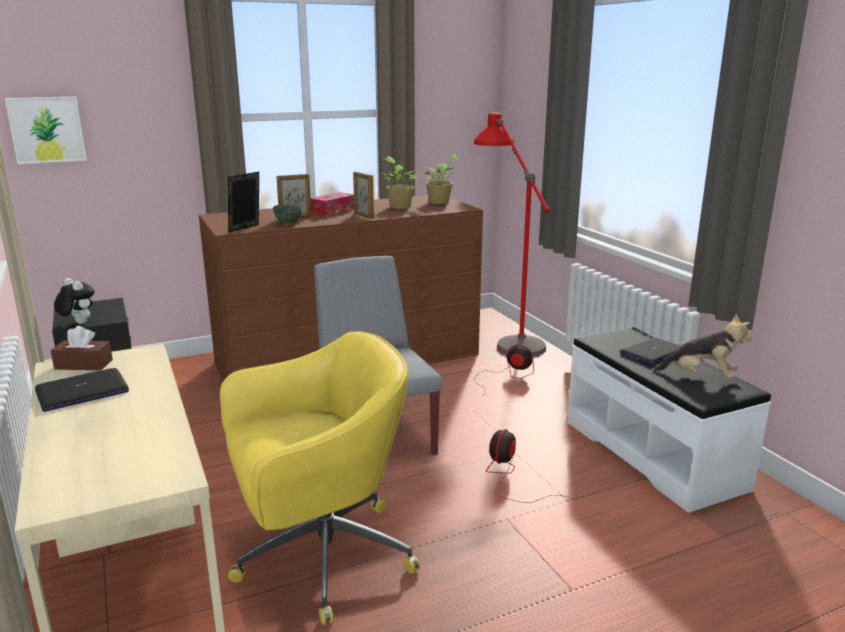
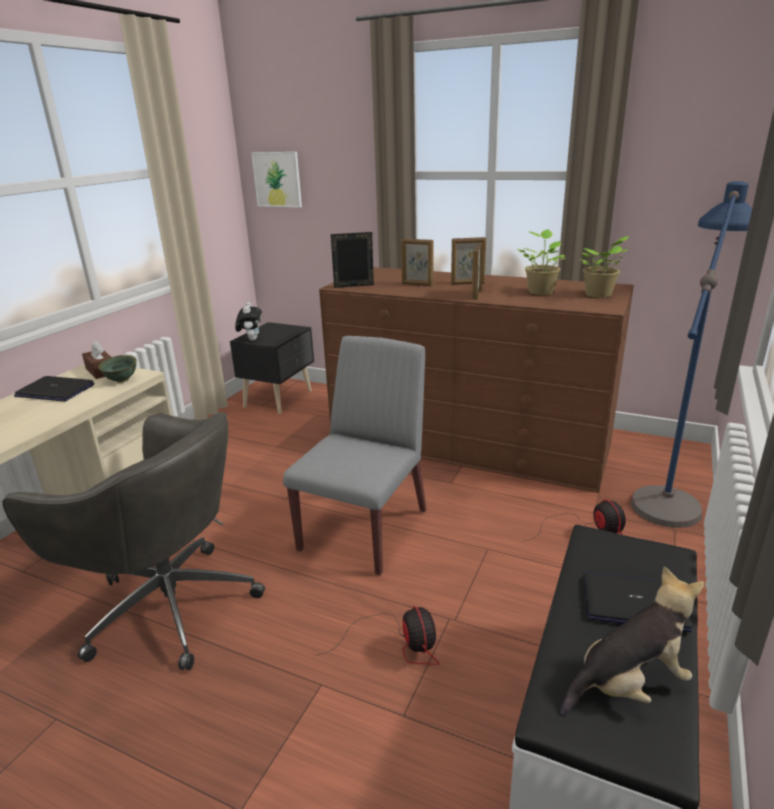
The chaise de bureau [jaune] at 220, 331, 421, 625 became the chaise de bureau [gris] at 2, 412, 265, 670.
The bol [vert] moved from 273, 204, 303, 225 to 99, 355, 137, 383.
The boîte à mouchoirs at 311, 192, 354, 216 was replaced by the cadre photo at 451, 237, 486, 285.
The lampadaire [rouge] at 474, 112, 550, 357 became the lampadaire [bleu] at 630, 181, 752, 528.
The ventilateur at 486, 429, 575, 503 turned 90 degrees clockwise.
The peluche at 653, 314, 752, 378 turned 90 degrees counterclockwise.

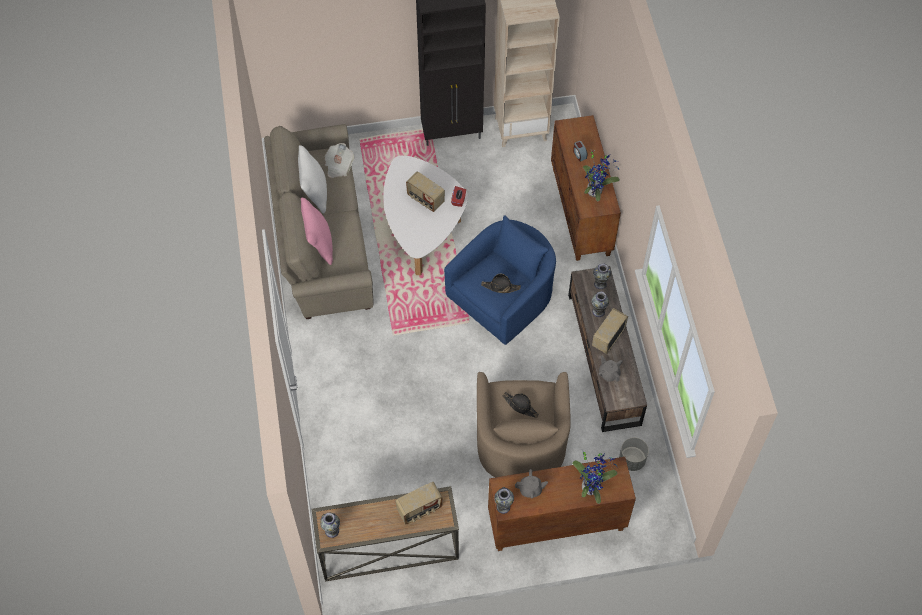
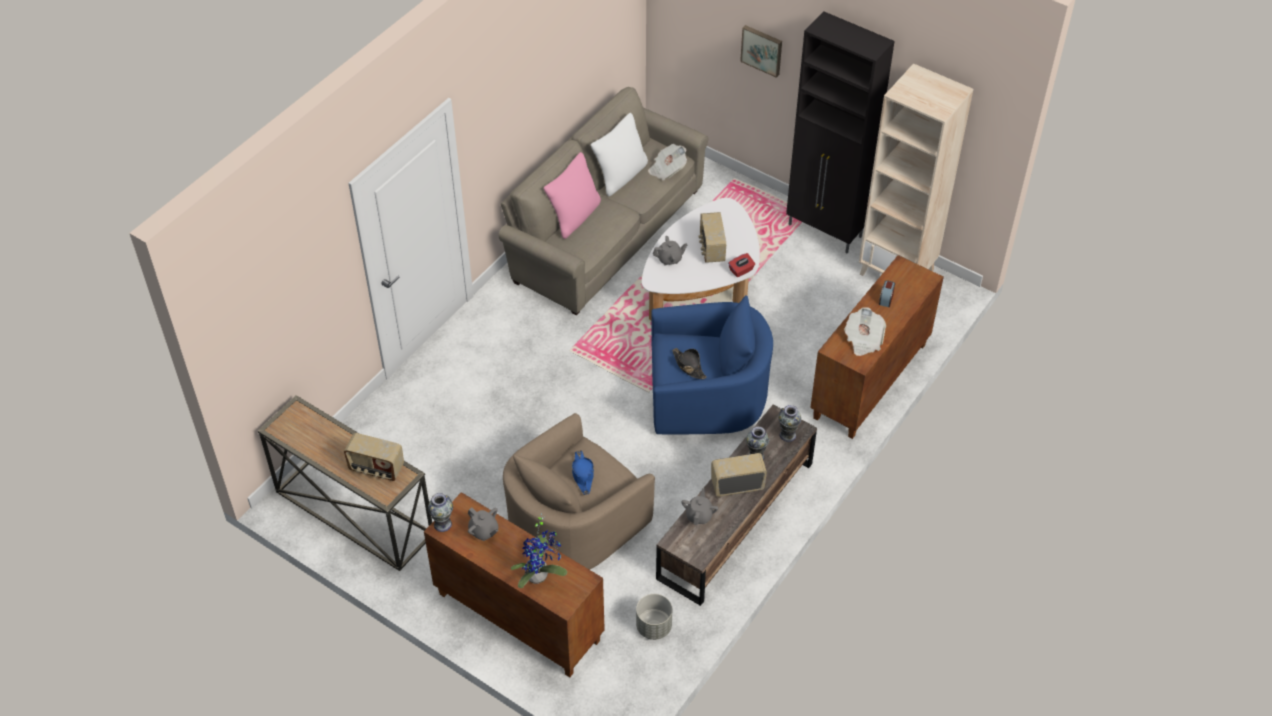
The vase at 320, 513, 340, 538 disappeared.
The chapeau [noir] at 503, 392, 539, 418 became the chapeau [bleu] at 572, 450, 594, 495.
The plante en pot at 583, 152, 620, 201 was replaced by the journal at 844, 307, 886, 356.
The théière [gris] at 653, 236, 687, 266 appeared.
The tableau at 740, 25, 782, 78 appeared.

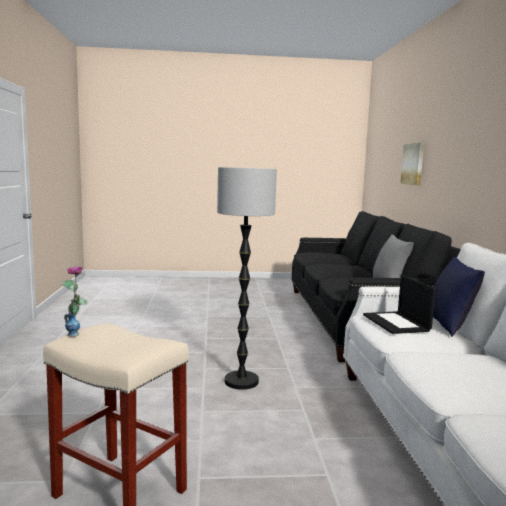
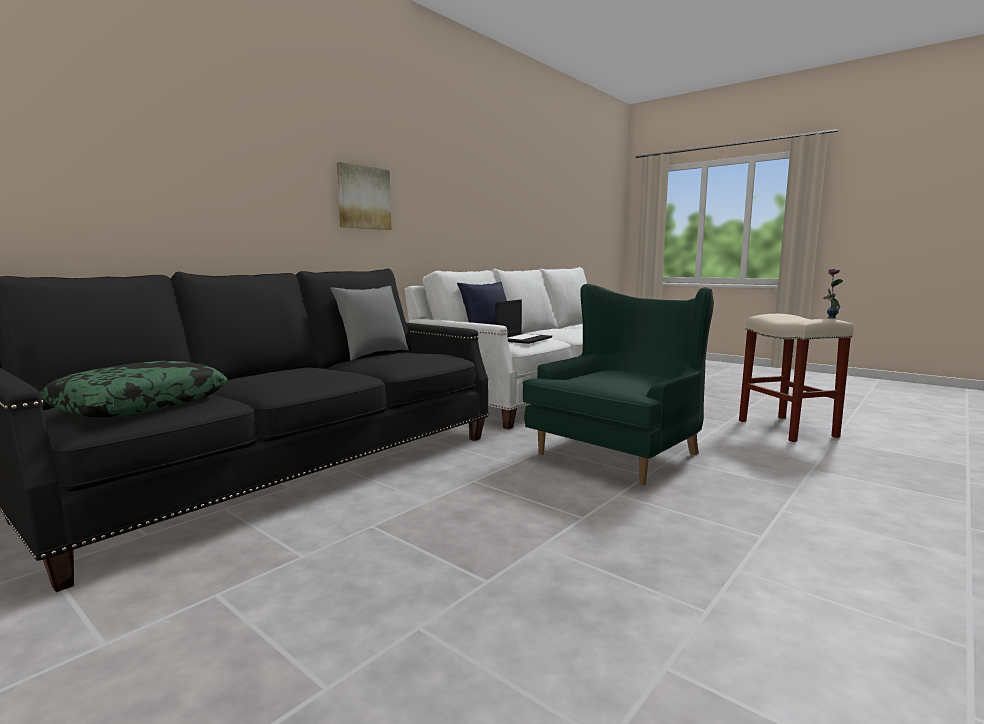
The lampadaire at 217, 167, 277, 390 was replaced by the fauteuil [vert] at 523, 284, 714, 485.
The tableau moved from 400, 142, 424, 185 to 337, 162, 391, 230.
The coussin at 40, 361, 228, 417 appeared.

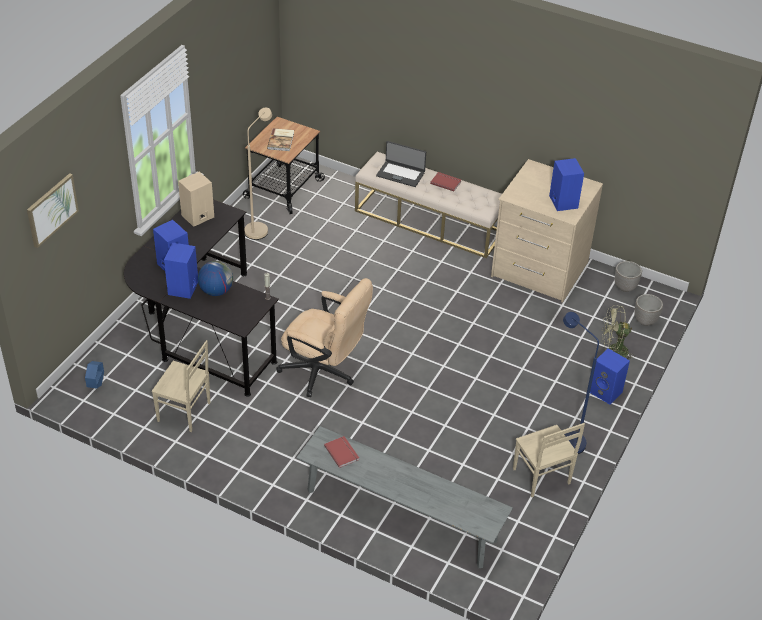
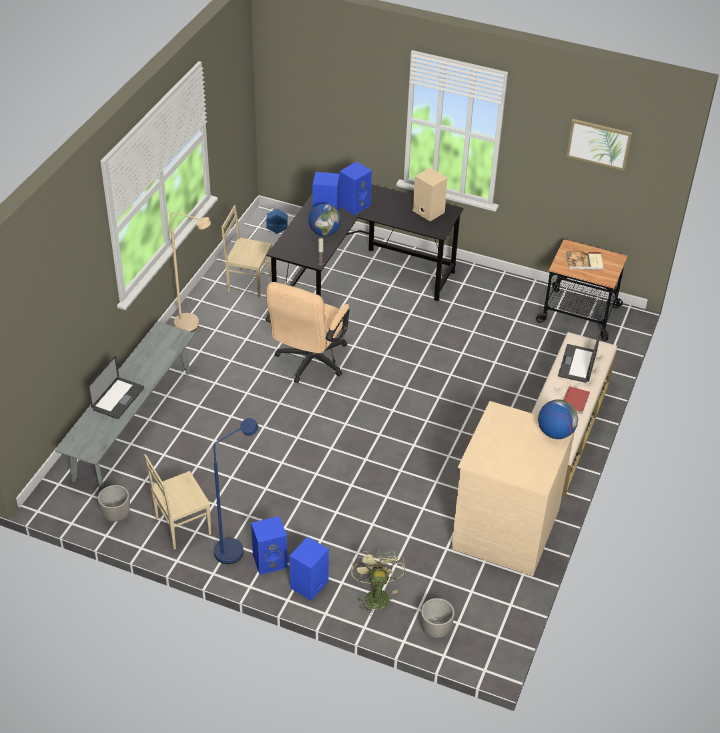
The tableau moved from 27, 173, 79, 248 to 566, 119, 632, 171.
The chaise [beige] at 152, 340, 210, 432 turned 90 degrees clockwise.
The lampadaire [beige] moved from 244, 107, 272, 240 to 170, 212, 211, 332.
The livre [rouge] at 324, 436, 359, 468 disappeared.
The enceinte [bleu] moved from 549, 158, 584, 211 to 251, 516, 288, 575.
The cache-pot moved from 615, 261, 642, 292 to 98, 485, 130, 522.
The ordinateur portable at 88, 356, 144, 419 appeared.
The globe at 538, 399, 578, 439 appeared.

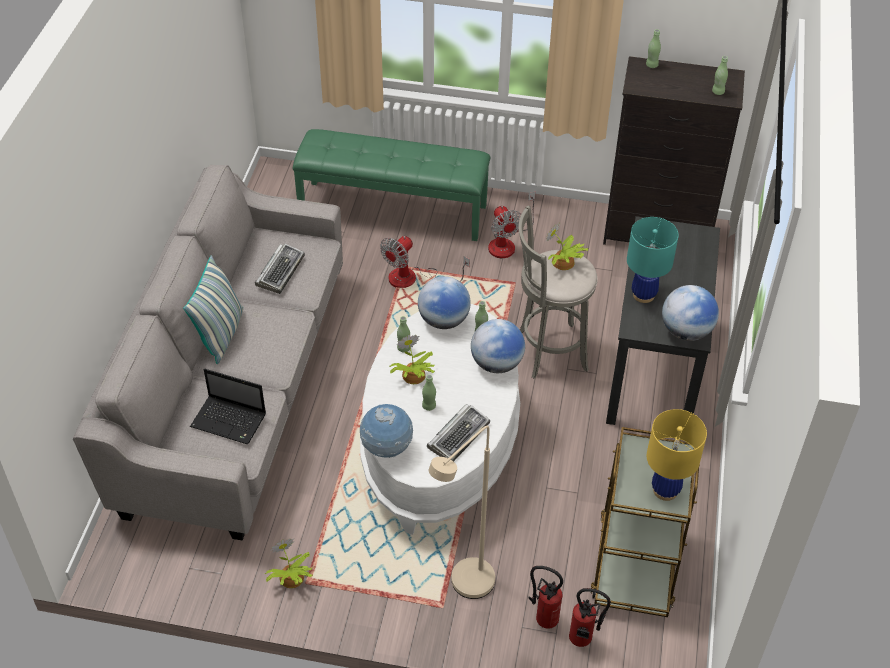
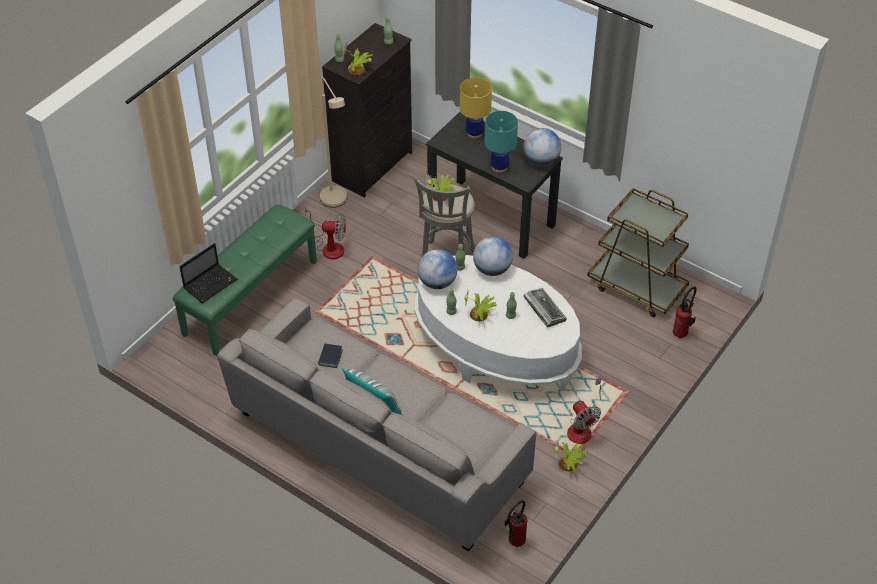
The ordinateur portable moved from 190, 369, 266, 445 to 179, 243, 237, 303.
The clavier at 255, 244, 305, 294 was replaced by the livre at 318, 344, 343, 368.
The globe at 360, 404, 413, 458 disappeared.
The ventilateur moved from 380, 236, 470, 288 to 567, 377, 602, 444.
The lampadaire [beige] moved from 429, 426, 495, 599 to 320, 77, 347, 208.
The extincteur moved from 529, 566, 563, 629 to 505, 500, 527, 547.
The lampe de table [jaune] moved from 647, 409, 707, 501 to 460, 77, 492, 139.
The plante en pot at 342, 42, 372, 75 appeared.

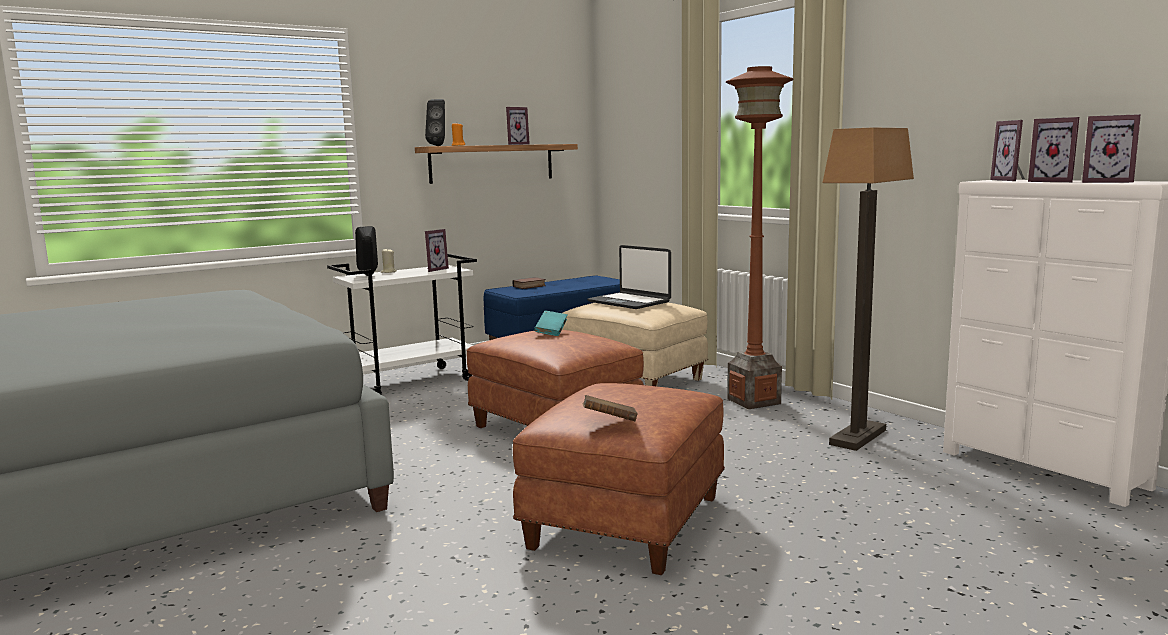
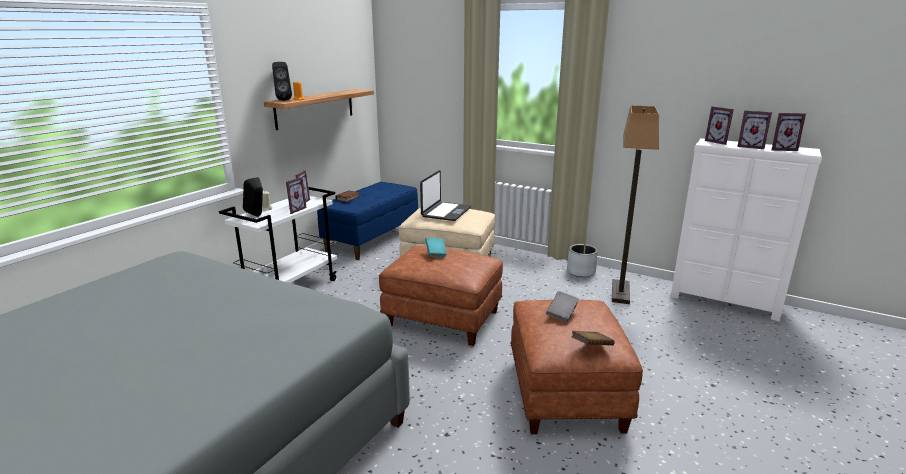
The cadre photo moved from 506, 107, 530, 145 to 286, 177, 307, 214.
The ordinateur portable at 587, 245, 671, 309 turned 90 degrees counterclockwise.
The lampadaire [marron] at 726, 66, 794, 409 disappeared.
The livre [gris] at 546, 291, 579, 322 appeared.
The cache-pot [gris] at 567, 244, 598, 277 appeared.

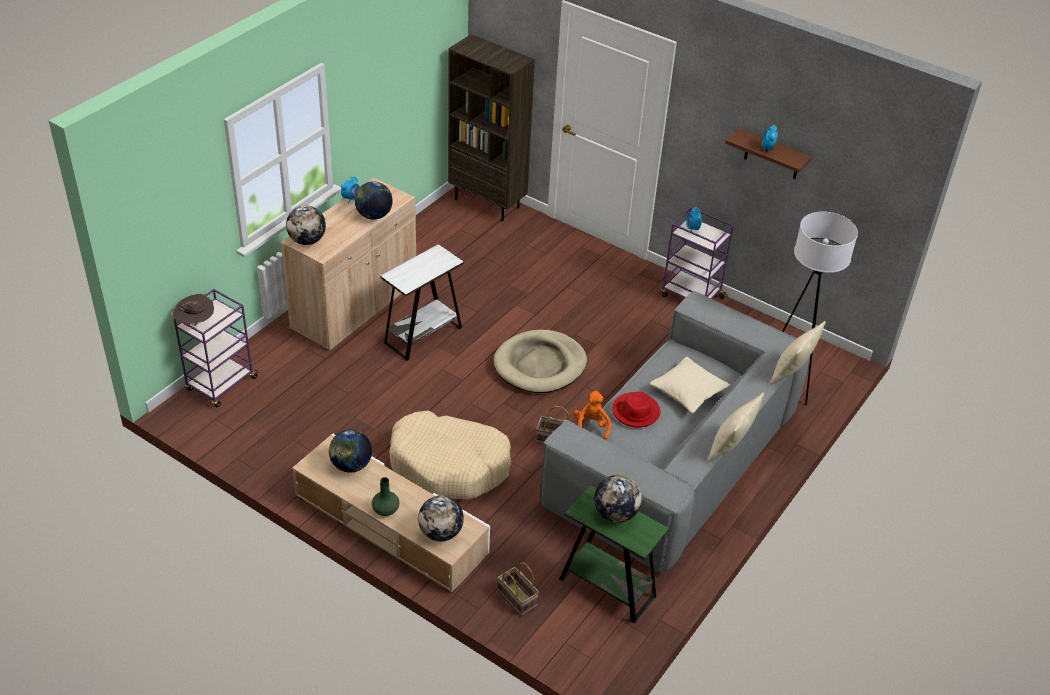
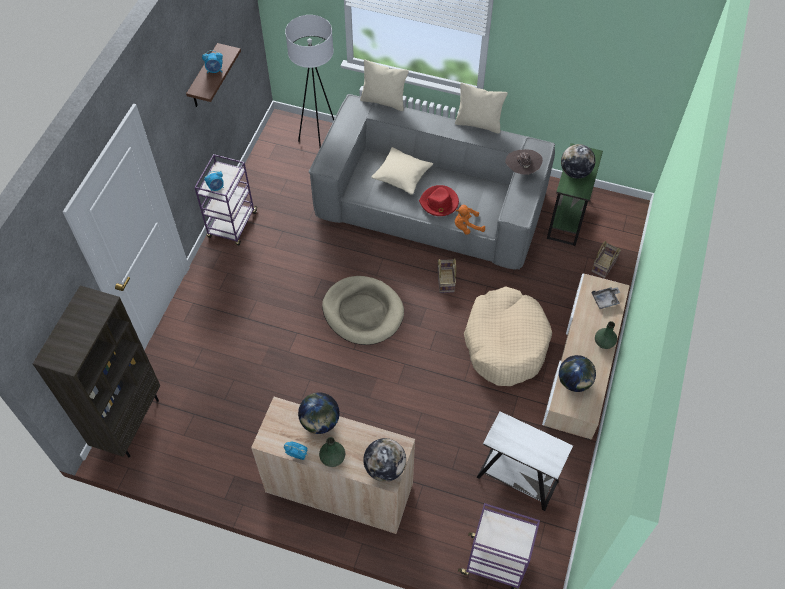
The chapeau [marron] moved from 173, 294, 214, 326 to 505, 149, 543, 175.
The table d'appoint [blanc] moved from 380, 244, 464, 361 to 477, 411, 573, 511.
The globe at 418, 495, 464, 541 was replaced by the plateau [gris] at 592, 287, 620, 309.
The vase [vert] at 319, 437, 345, 467 appeared.

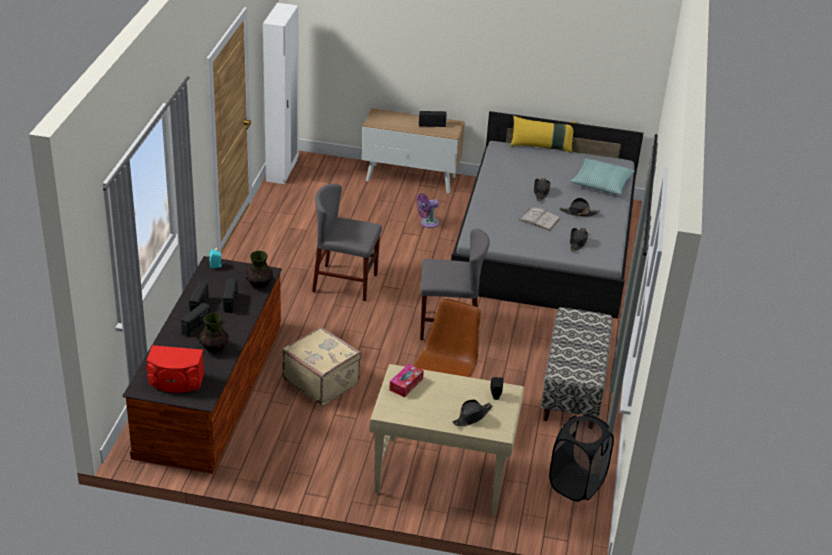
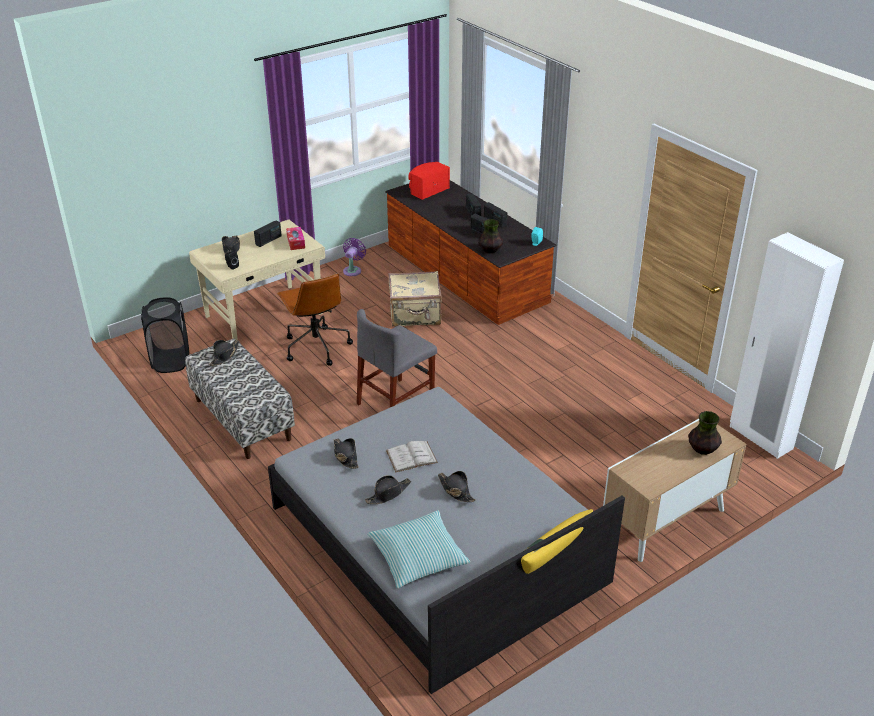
The vase moved from 199, 313, 229, 352 to 688, 411, 722, 455.
The chaise [gris] at 312, 184, 382, 301 disappeared.
The ventilateur [violet] moved from 416, 193, 439, 228 to 343, 238, 366, 276.
The radio moved from 419, 111, 447, 127 to 254, 221, 282, 247.
The chapeau [noir] at 209, 340, 240, 366 appeared.

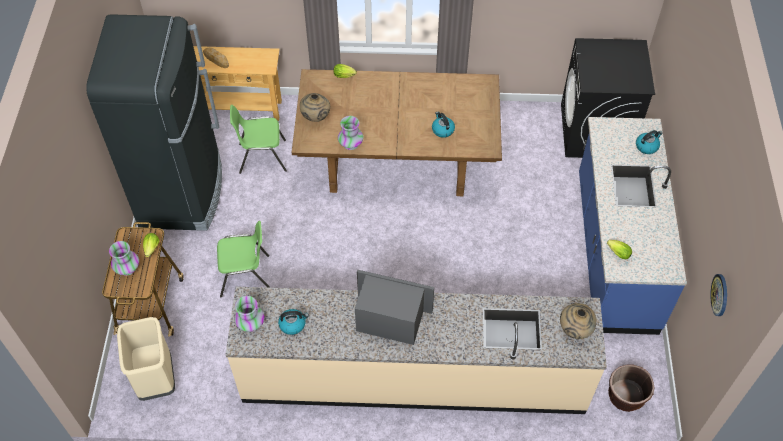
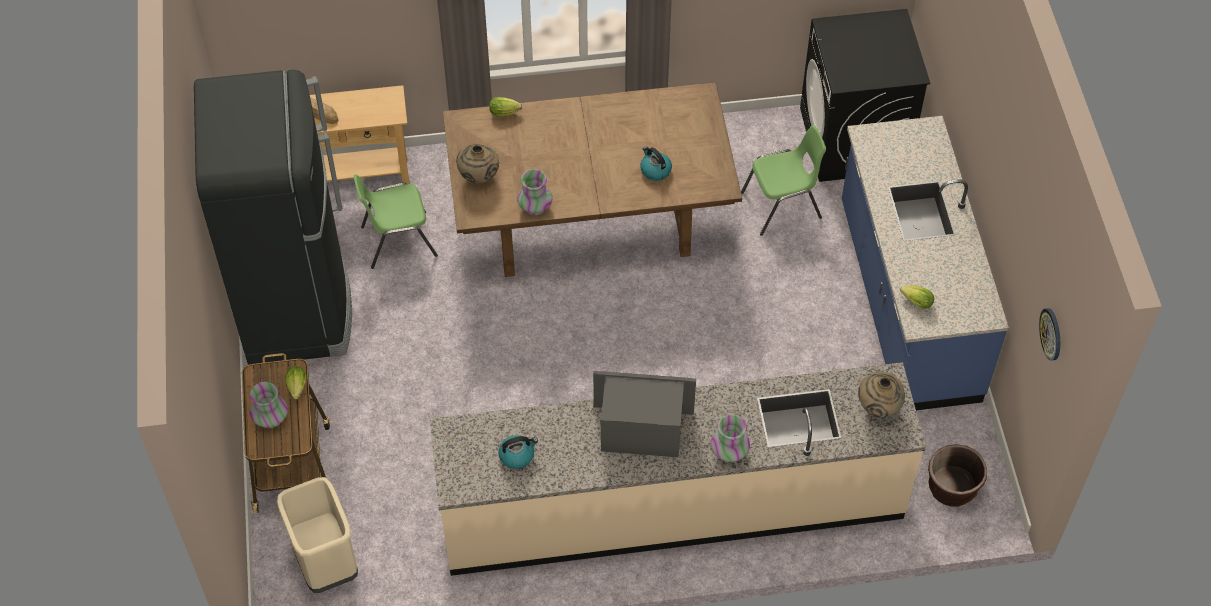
The chaise [vert] moved from 217, 221, 271, 297 to 741, 125, 826, 236.
The vase moved from 234, 296, 264, 332 to 711, 414, 750, 462.
The bouilloire at 636, 130, 663, 154 disappeared.

